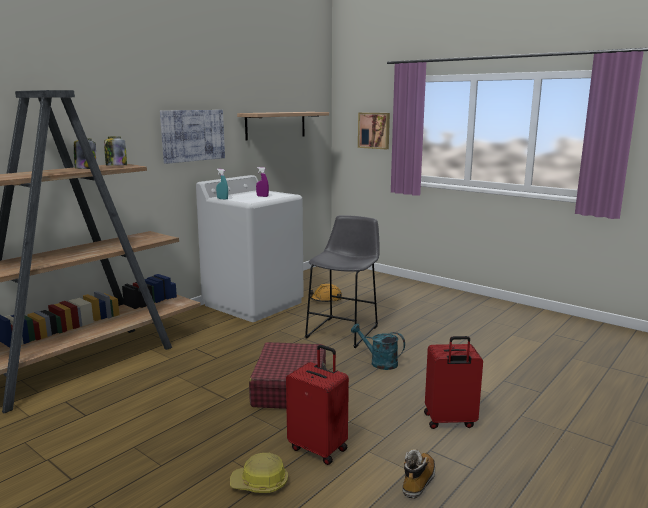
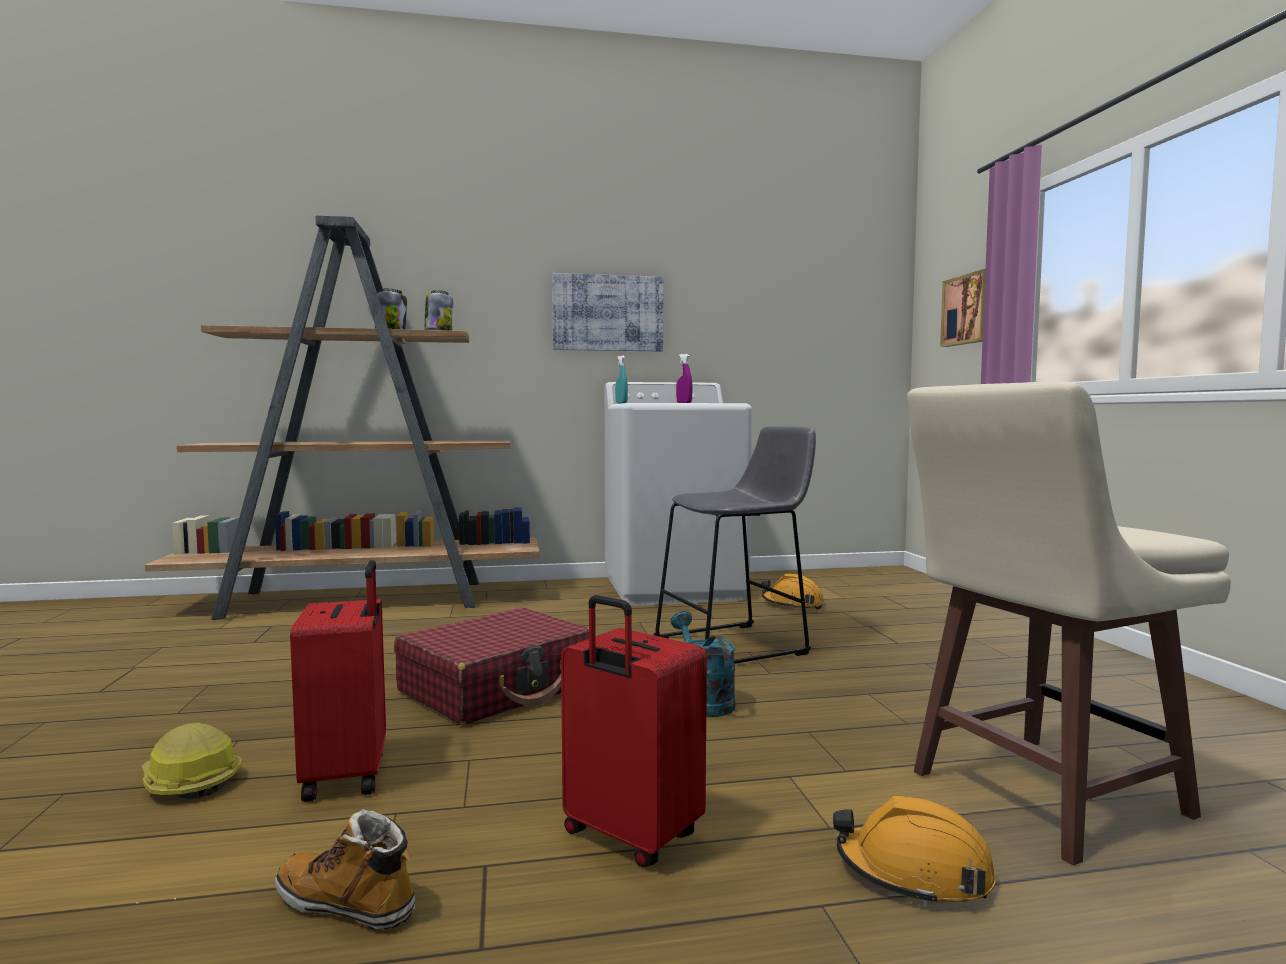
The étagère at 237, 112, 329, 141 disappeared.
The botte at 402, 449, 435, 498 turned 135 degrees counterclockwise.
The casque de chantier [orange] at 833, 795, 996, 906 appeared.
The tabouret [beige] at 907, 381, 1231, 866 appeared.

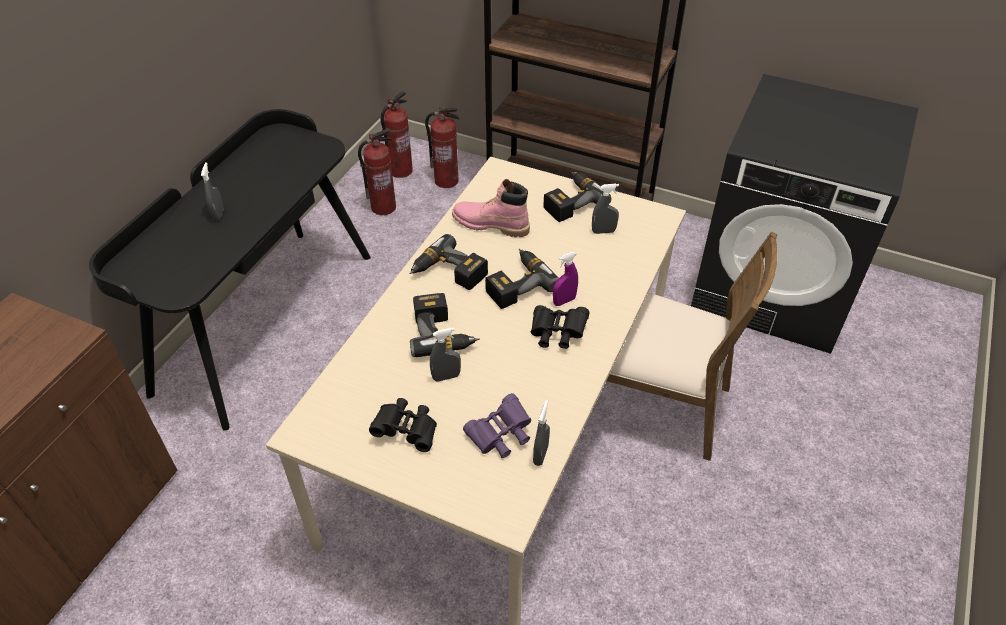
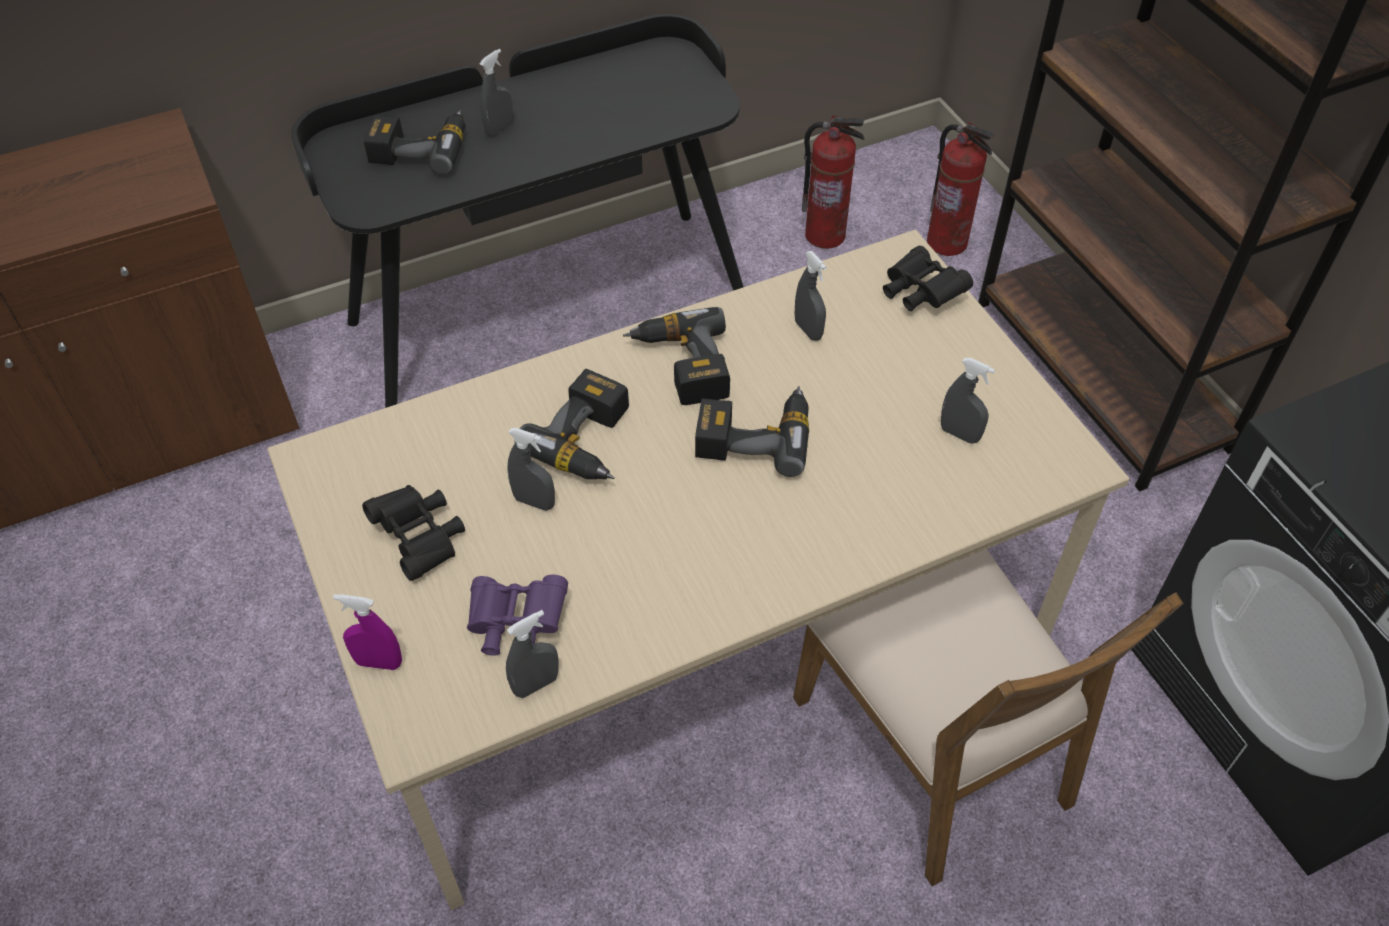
The extincteur at 381, 91, 413, 178 disappeared.
The botte [rose] at 452, 179, 530, 237 was replaced by the vaporisateur [gris] at 795, 251, 827, 341.
The jumelles [noir] moved from 531, 305, 589, 349 to 883, 246, 973, 311.
The perceuse moved from 544, 171, 612, 222 to 364, 110, 465, 174.
The vaporisateur [violet] moved from 553, 252, 578, 306 to 333, 594, 402, 670.

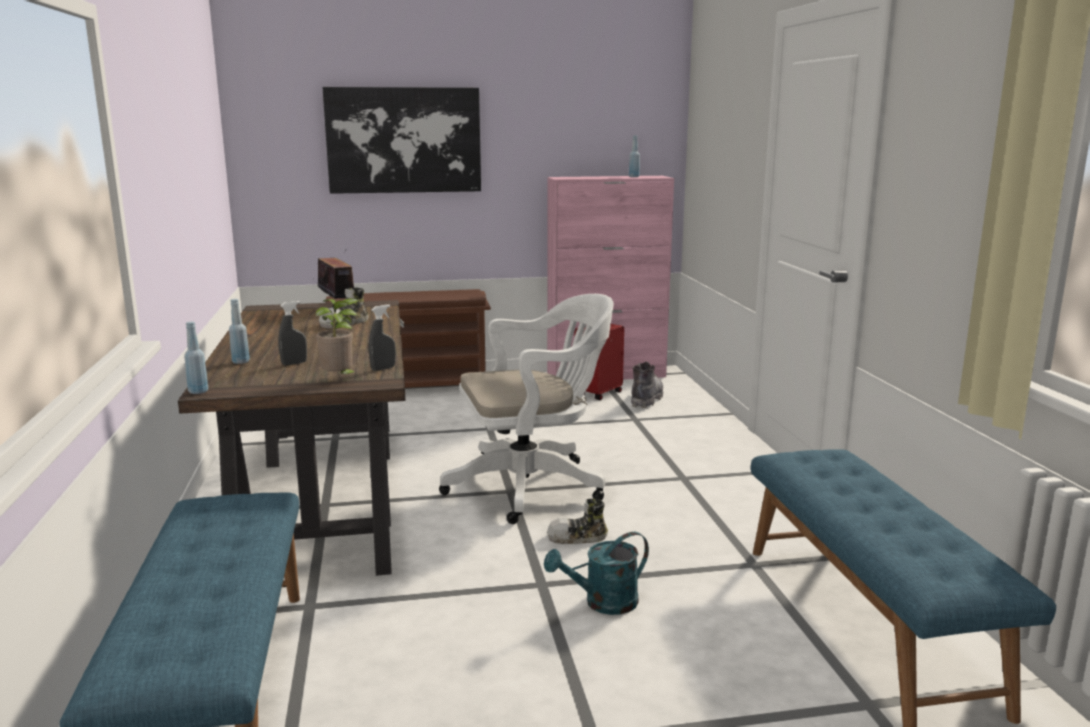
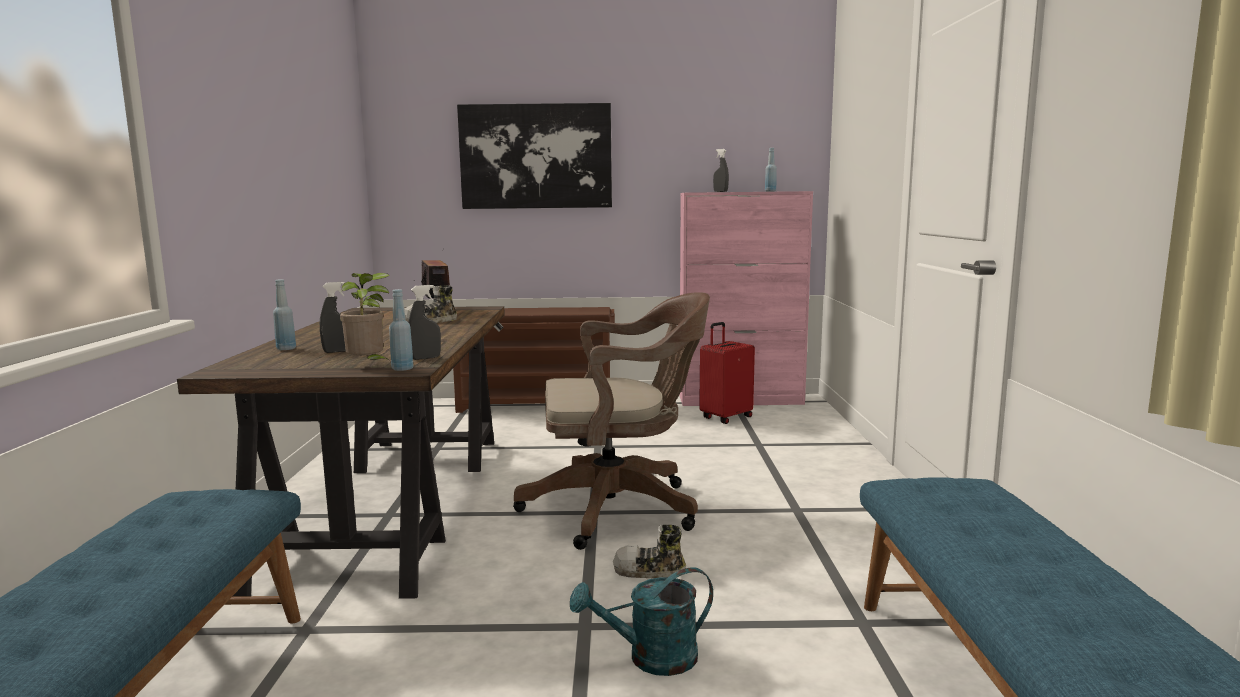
The bouteille [bleu] moved from 184, 321, 208, 394 to 389, 289, 414, 371.
The chaise de bureau [blanc] at 439, 294, 614, 524 became the chaise de bureau [marron] at 513, 292, 710, 550.
The botte [gris] at 631, 362, 663, 408 disappeared.
The vaporisateur [gris] at 713, 149, 729, 192 appeared.

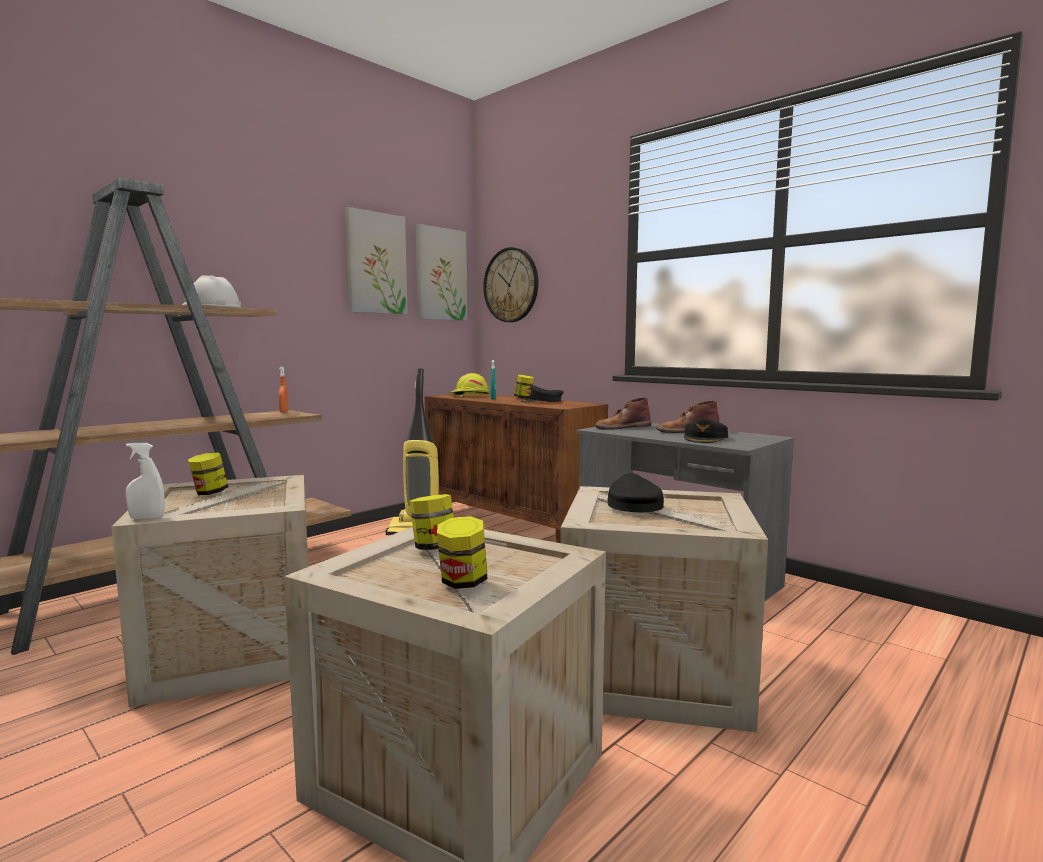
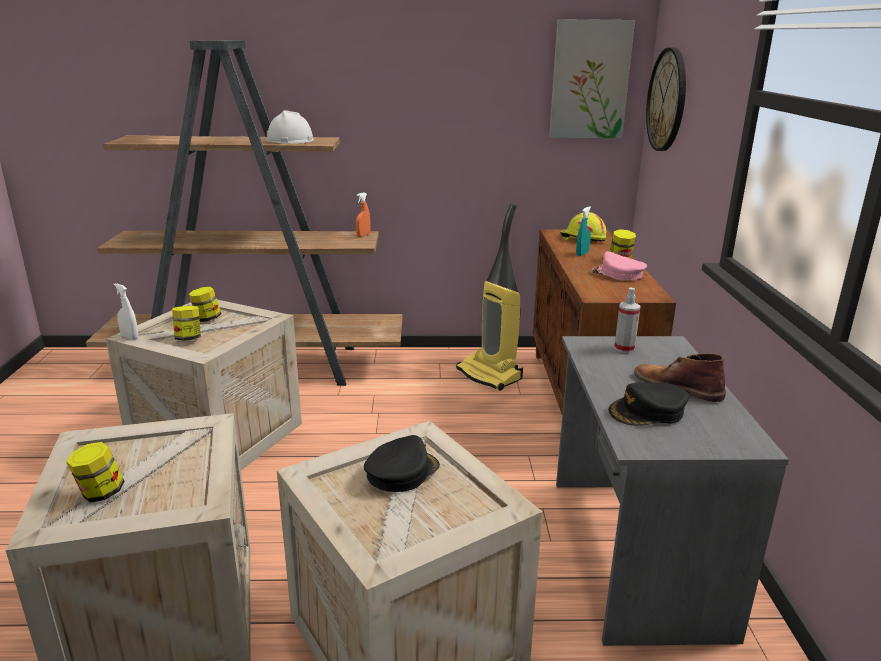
The tableau at 345, 207, 408, 314 disappeared.
The bocal moved from 409, 494, 454, 550 to 172, 306, 201, 341.
The casquette [noir] at 521, 385, 564, 402 became the casquette [rose] at 591, 251, 647, 281.
The botte [marron] at 595, 397, 651, 430 was replaced by the vaporisateur at 614, 288, 640, 353.

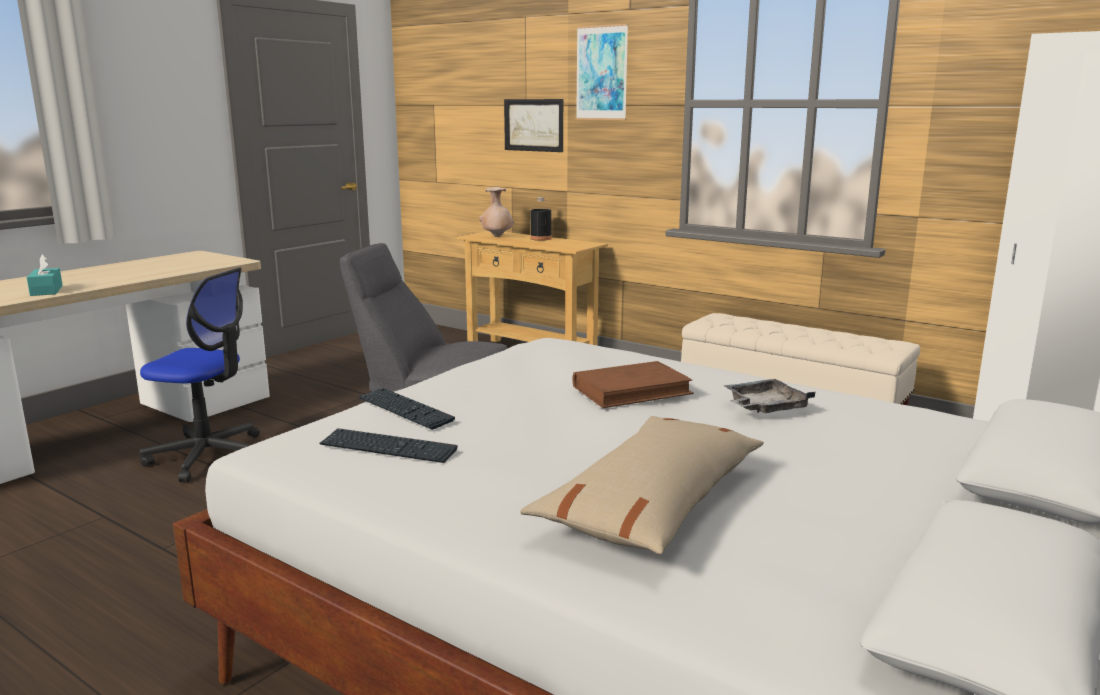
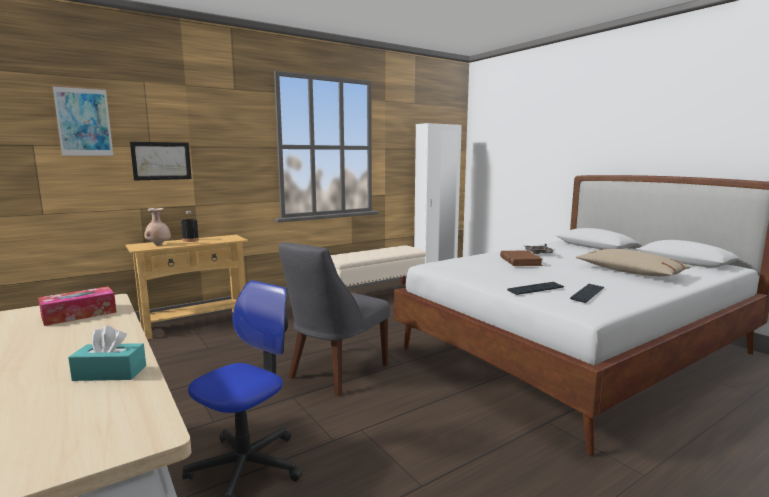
The tableau moved from 576, 24, 629, 120 to 52, 85, 114, 157.
The boîte à mouchoirs at 38, 286, 116, 326 appeared.

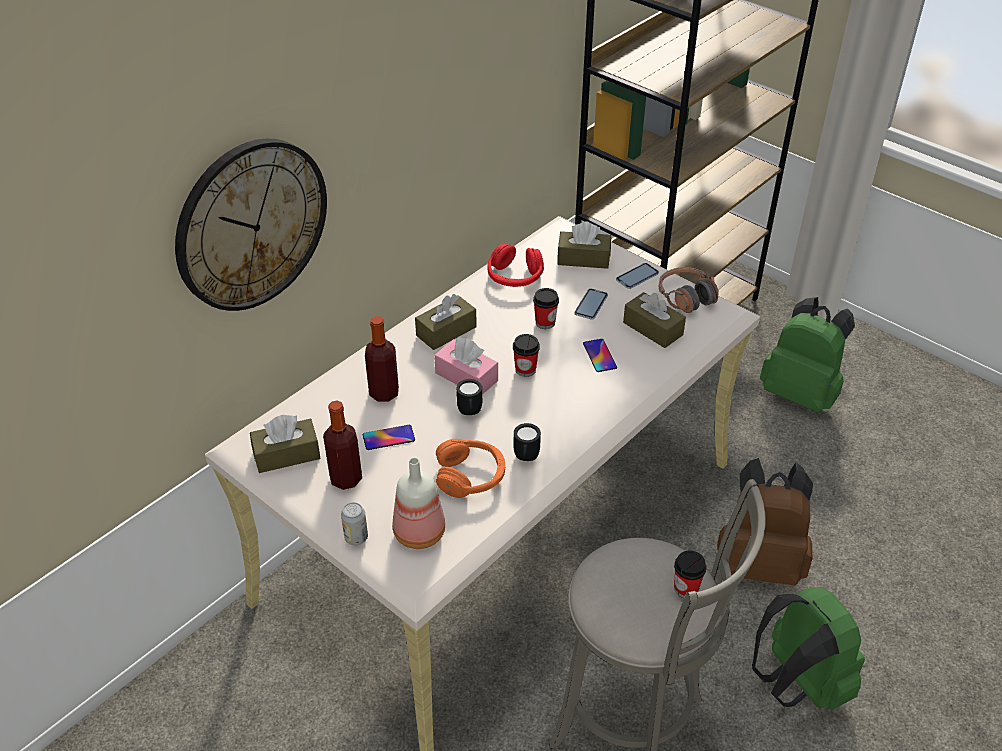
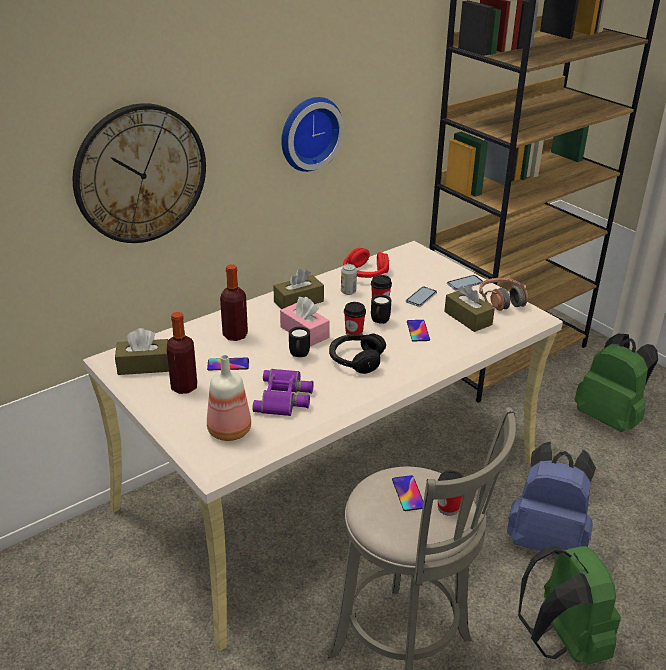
The boîte métallique moved from 341, 502, 368, 545 to 341, 264, 357, 295.
The casque audio [orange] at 436, 439, 505, 498 was replaced by the jumelles [violet] at 252, 369, 314, 416.
The mug [noir] moved from 514, 423, 541, 461 to 371, 295, 391, 324.
The boîte à mouchoirs [marron] at 557, 222, 611, 269 disappeared.
The sac à dos [marron] at 717, 458, 813, 585 became the sac à dos [bleu] at 507, 441, 596, 555.
The horloge murale at 281, 97, 344, 172 appeared.
The casque audio [noir] at 329, 333, 386, 374 appeared.
The téléphone at 392, 475, 423, 511 appeared.

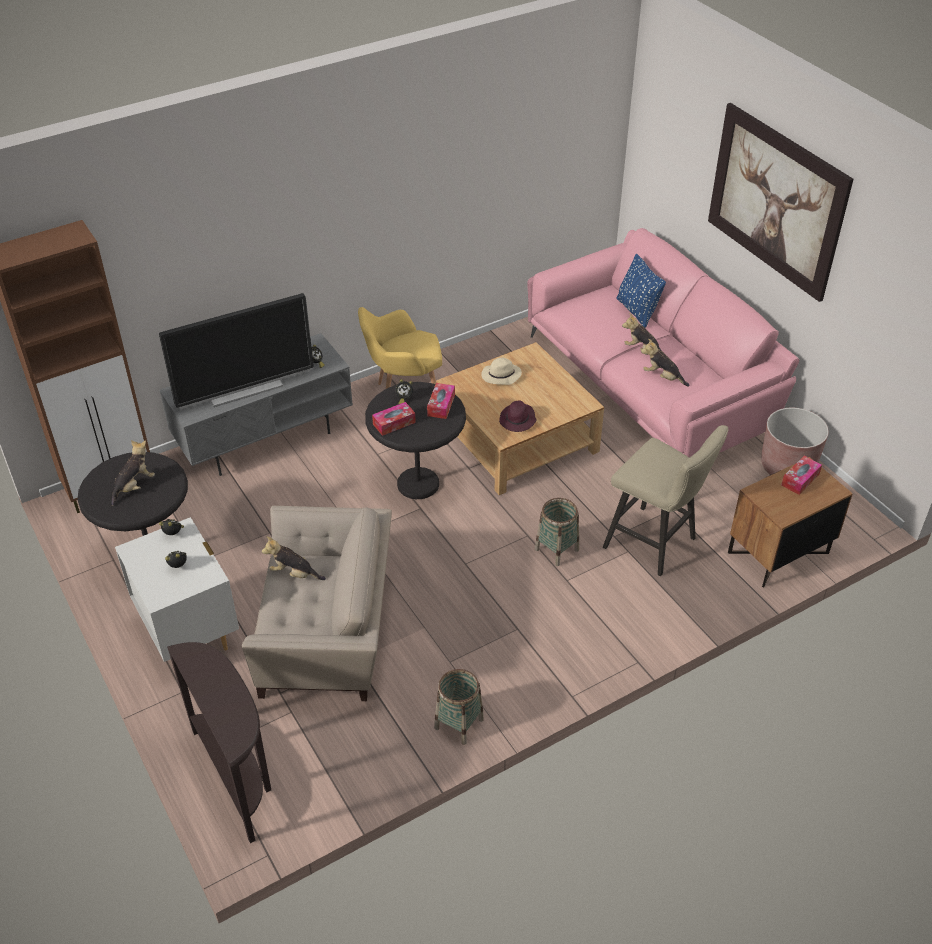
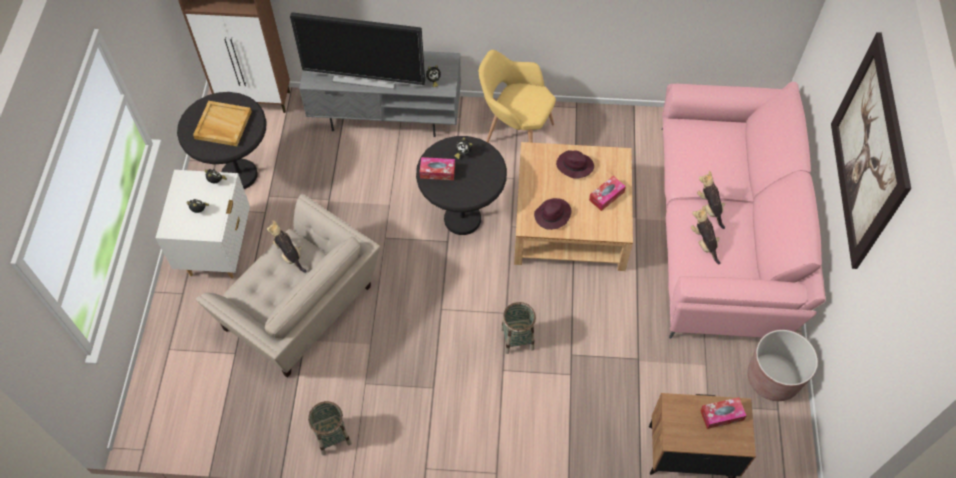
The peluche at 111, 440, 155, 506 was replaced by the plateau [beige] at 193, 101, 252, 146.
The table console [marron] at 167, 642, 271, 843 disappeared.
The boîte à mouchoirs moved from 427, 383, 455, 419 to 589, 176, 626, 211.
The chapeau [beige] at 481, 358, 522, 385 became the chapeau [violet] at 556, 150, 594, 179.
The tabouret [beige] at 603, 425, 729, 576 disappeared.
The coussin [bleu] at 616, 254, 666, 328 disappeared.

